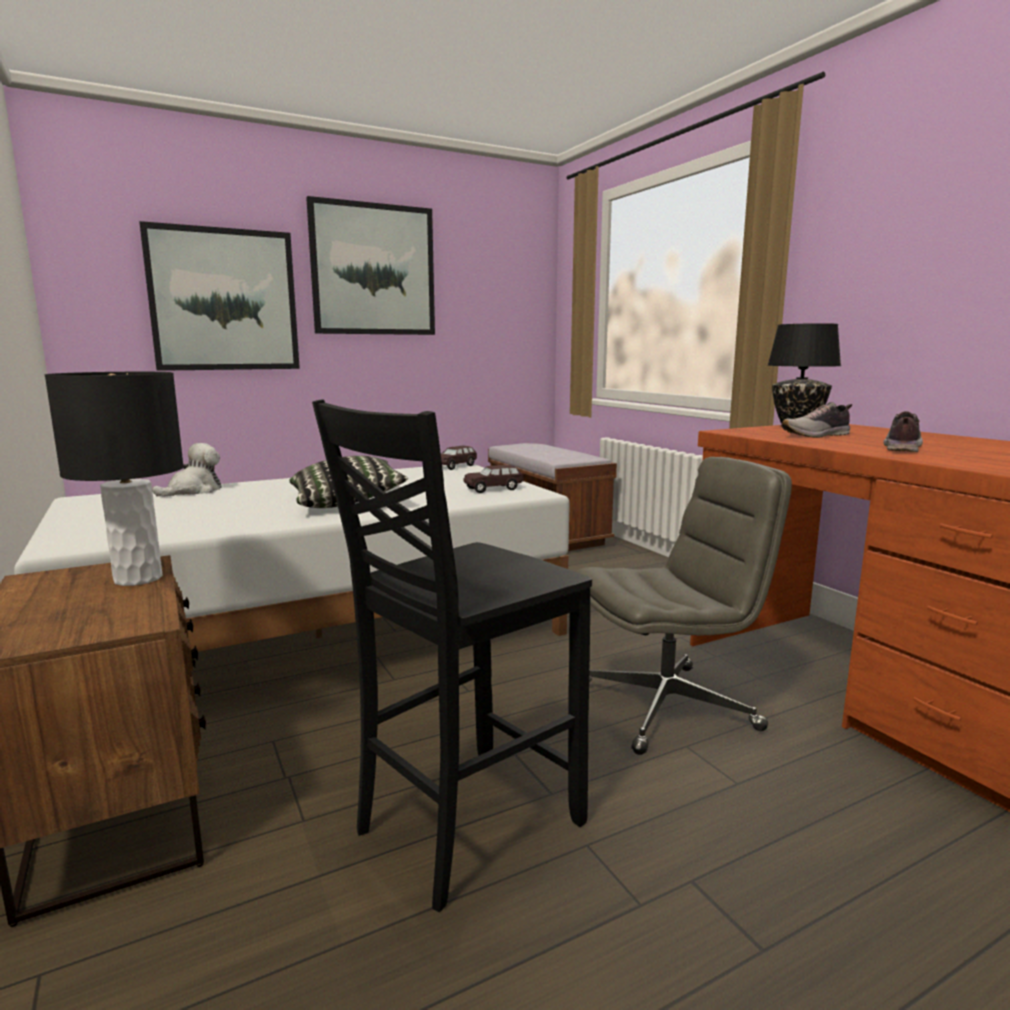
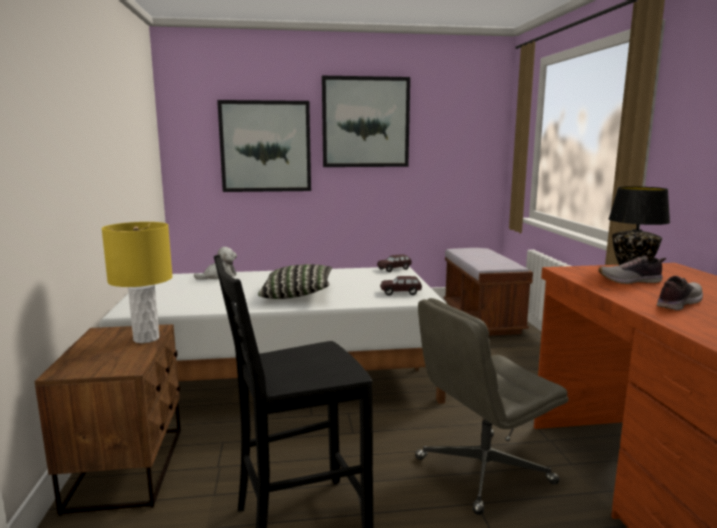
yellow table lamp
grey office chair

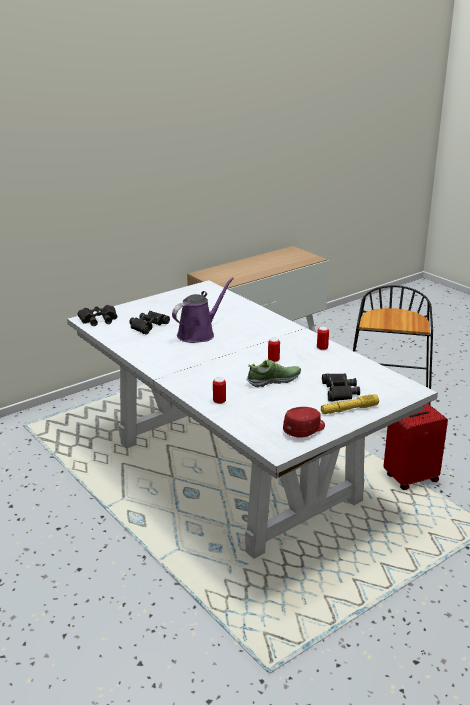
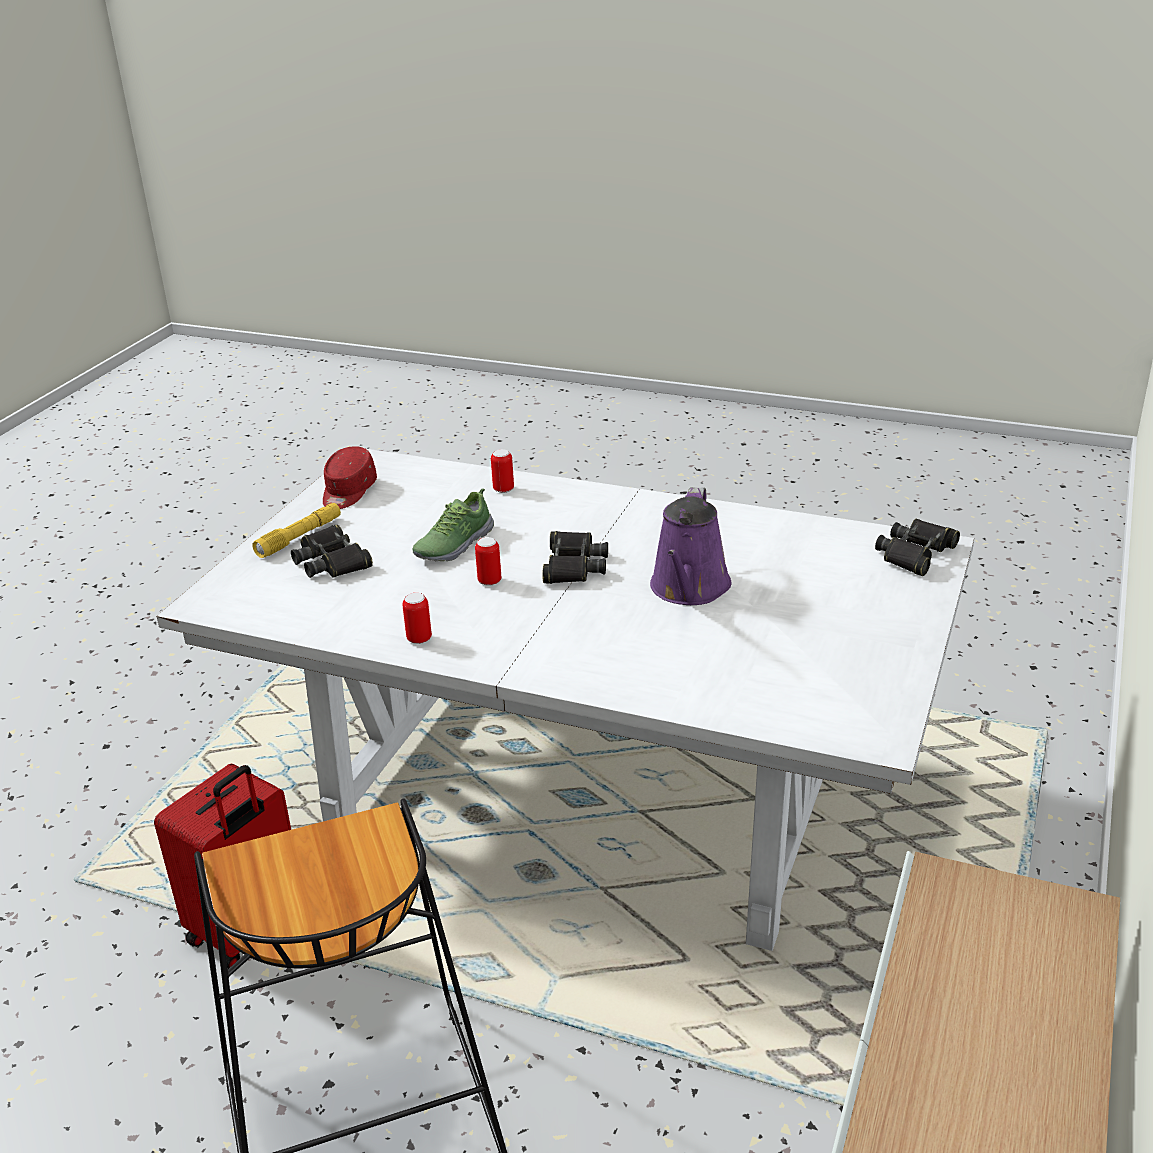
black binoculars (2nd from left)

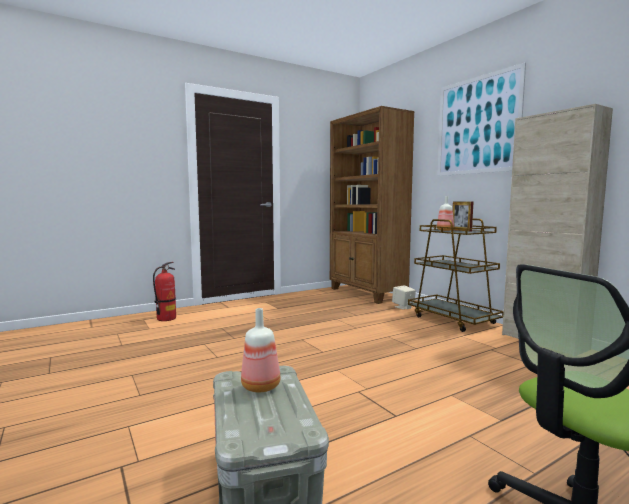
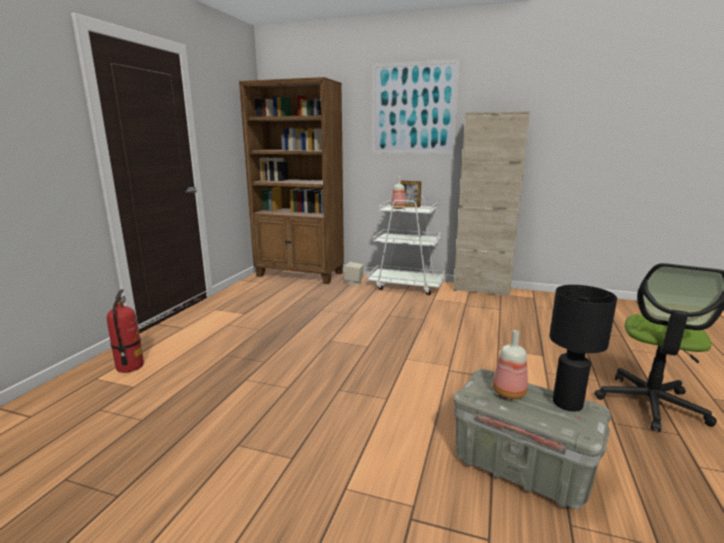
white cart
black table lamp

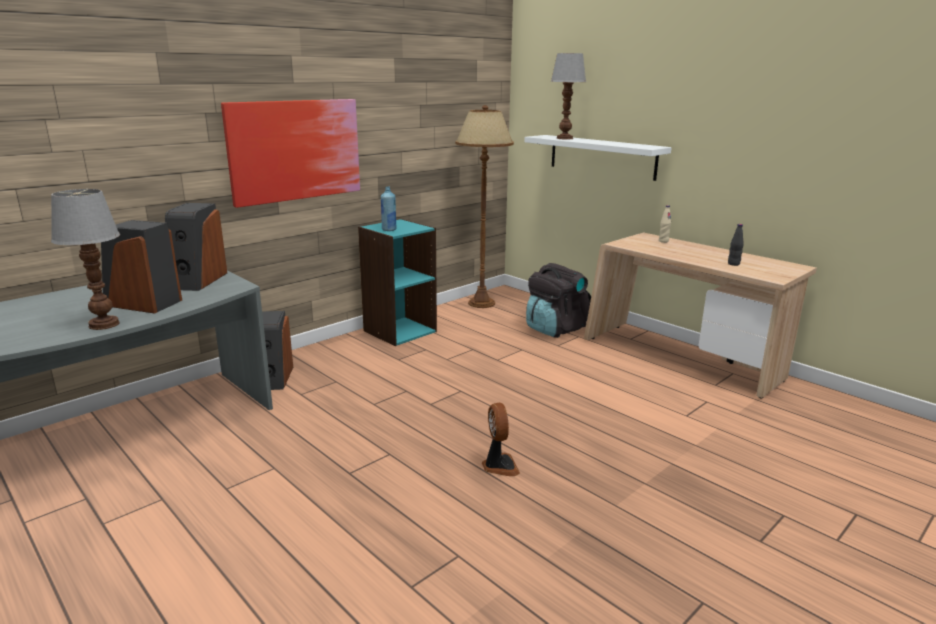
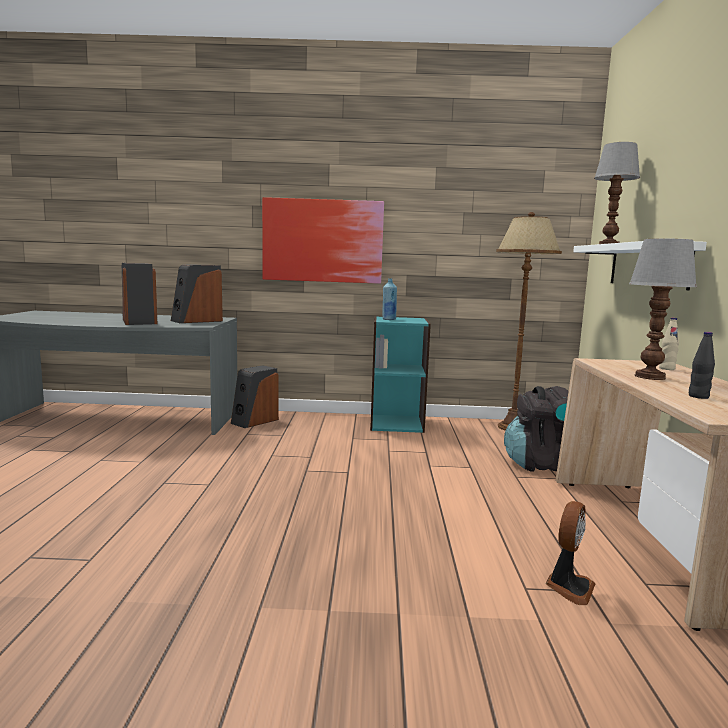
fan
table lamp (2nd from left)

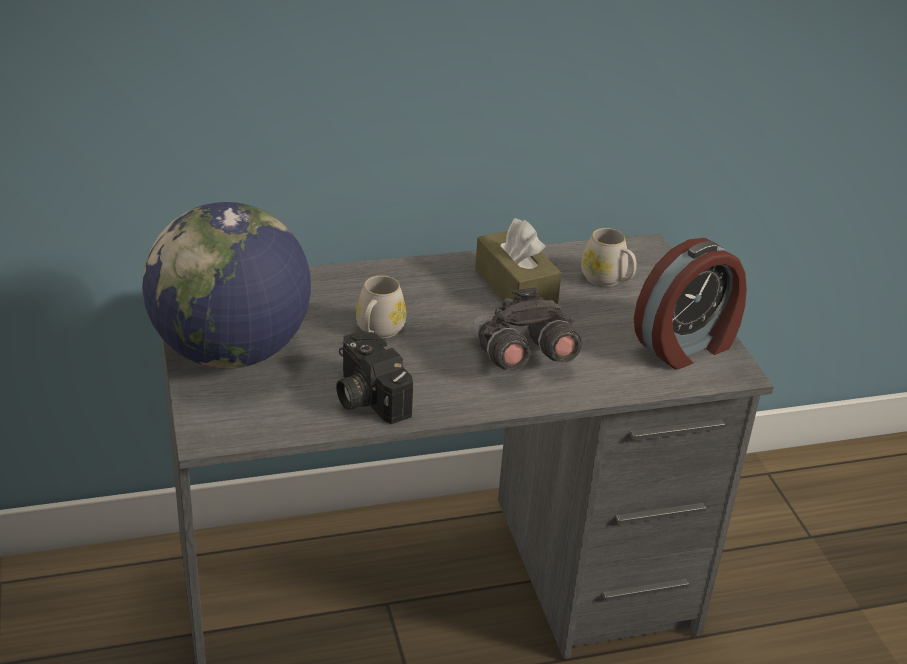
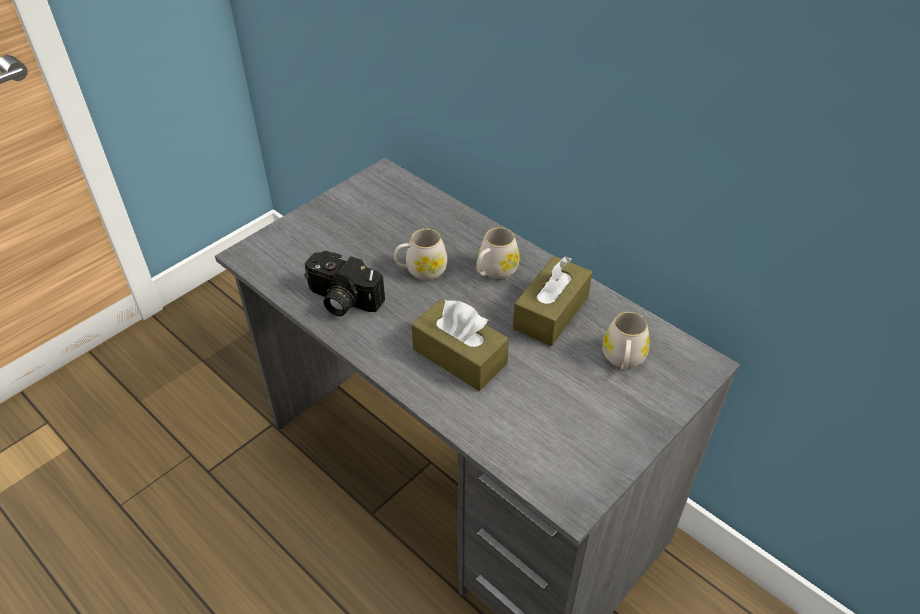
photo camera
brown tissue box (1st from left)
white mug (2nd from left)
globe
alarm clock

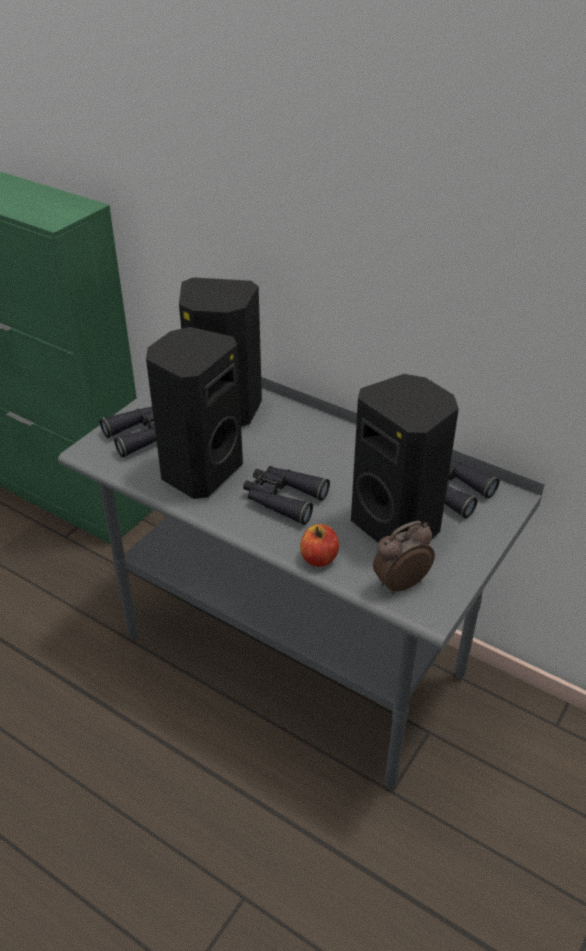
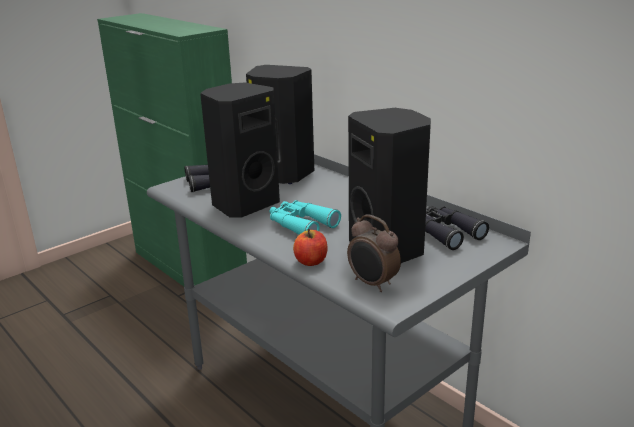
turquoise binoculars
alarm clock

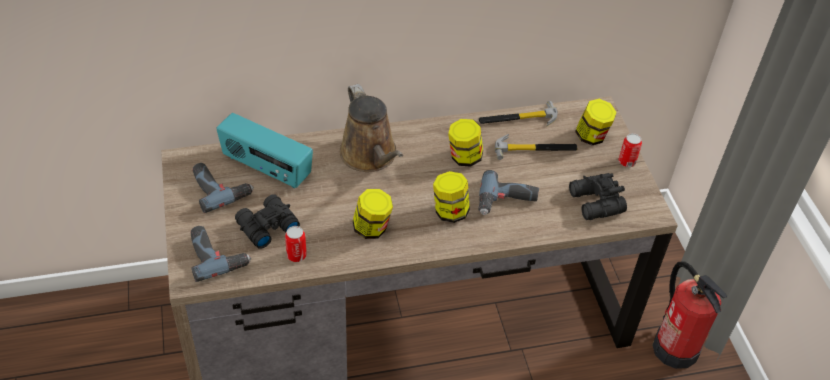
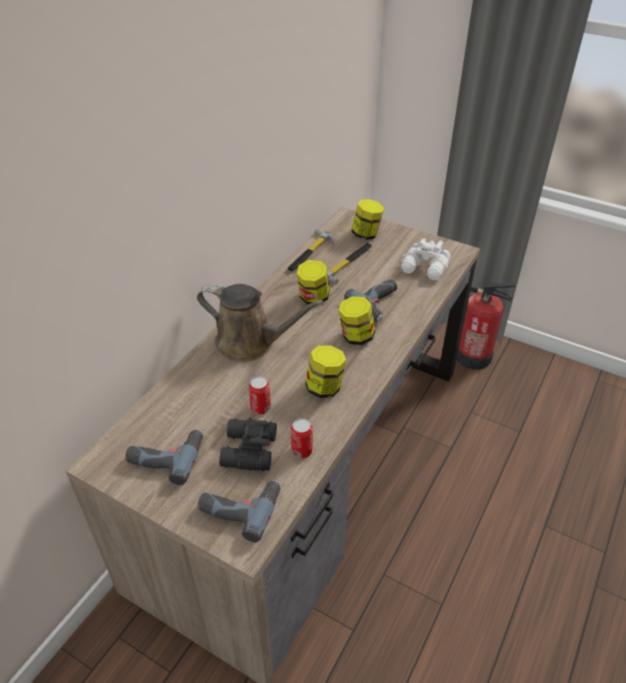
can (1st from left)
white binoculars
radio

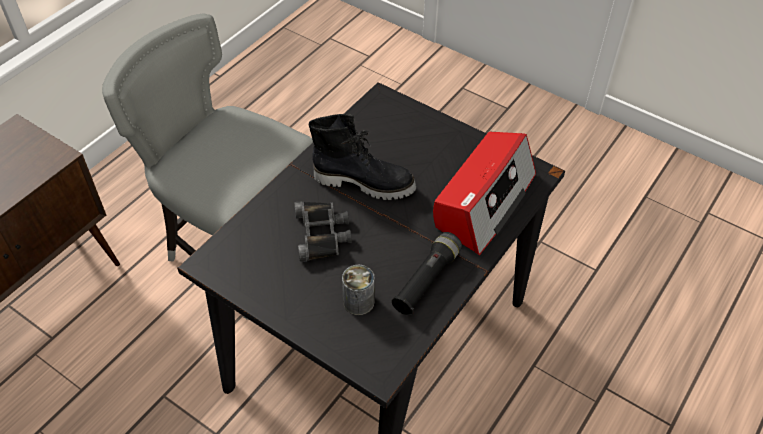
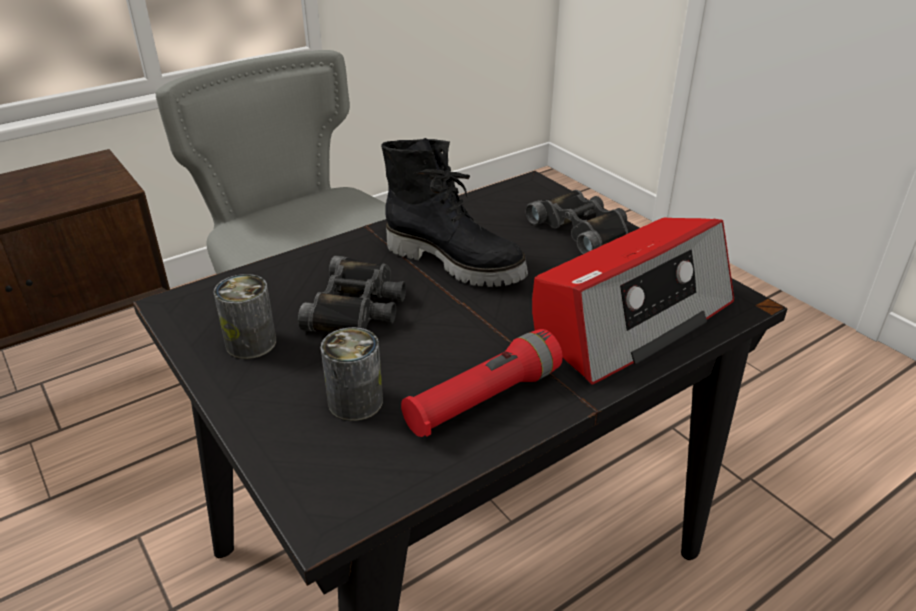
can (1st from left)
red flashlight
black binoculars (2nd from left)

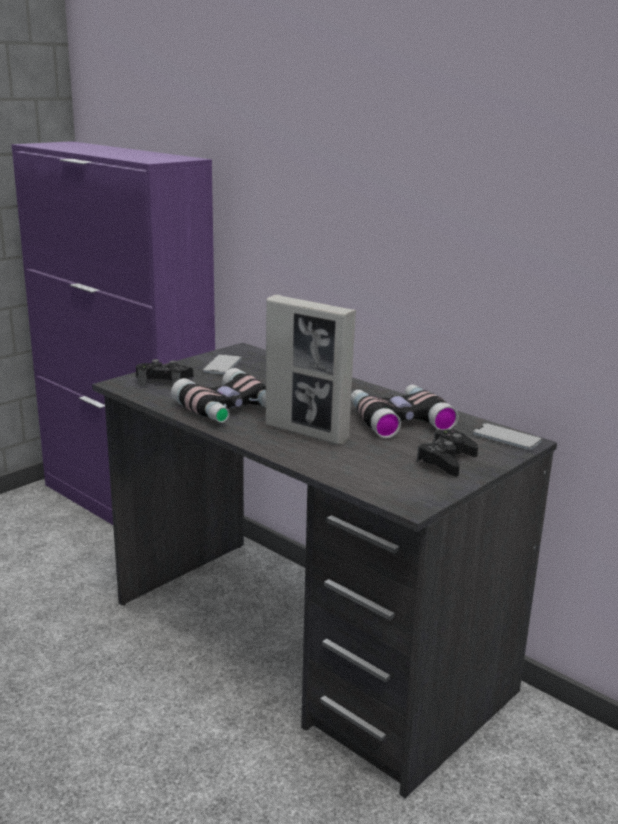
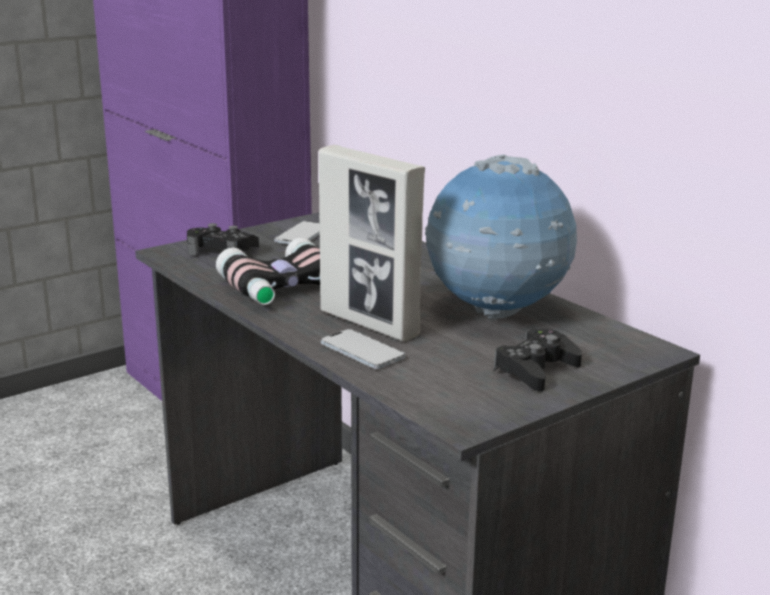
phone (2nd from left)
globe

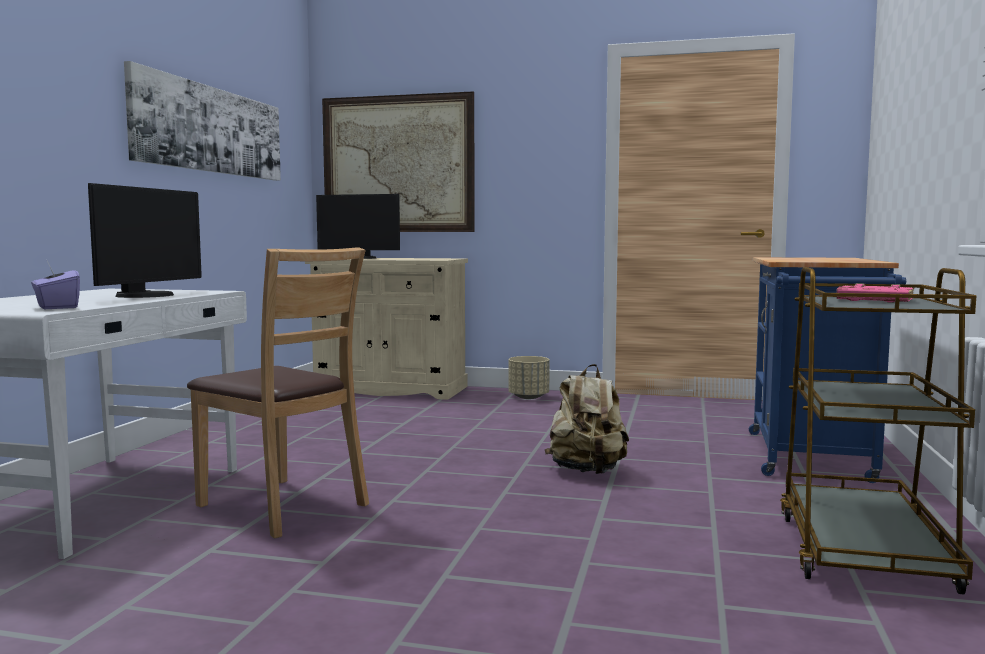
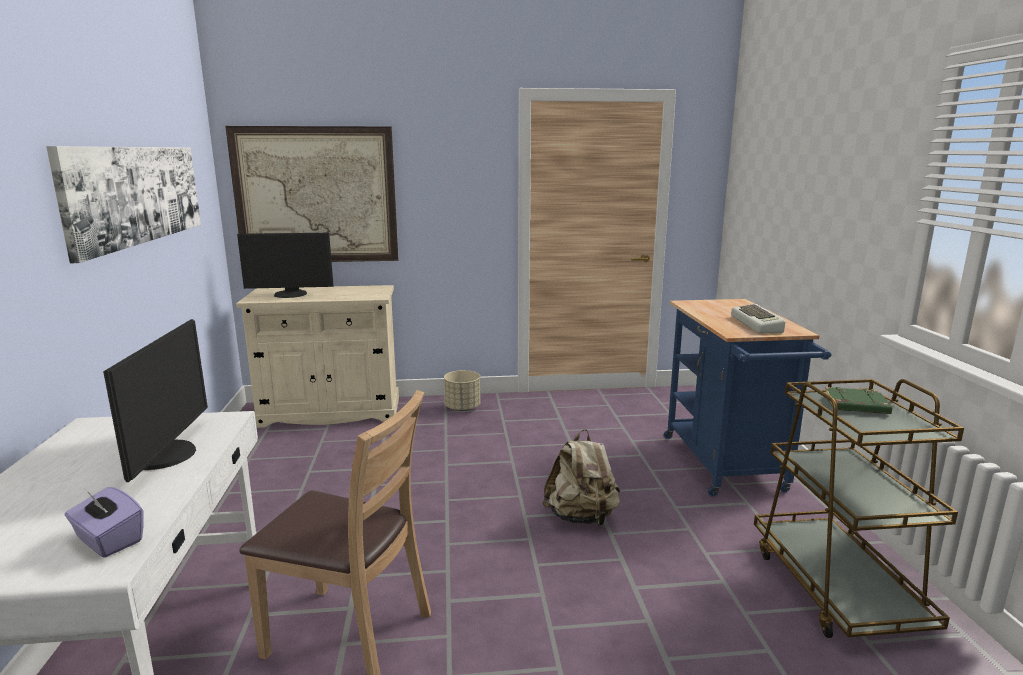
keyboard
green book

